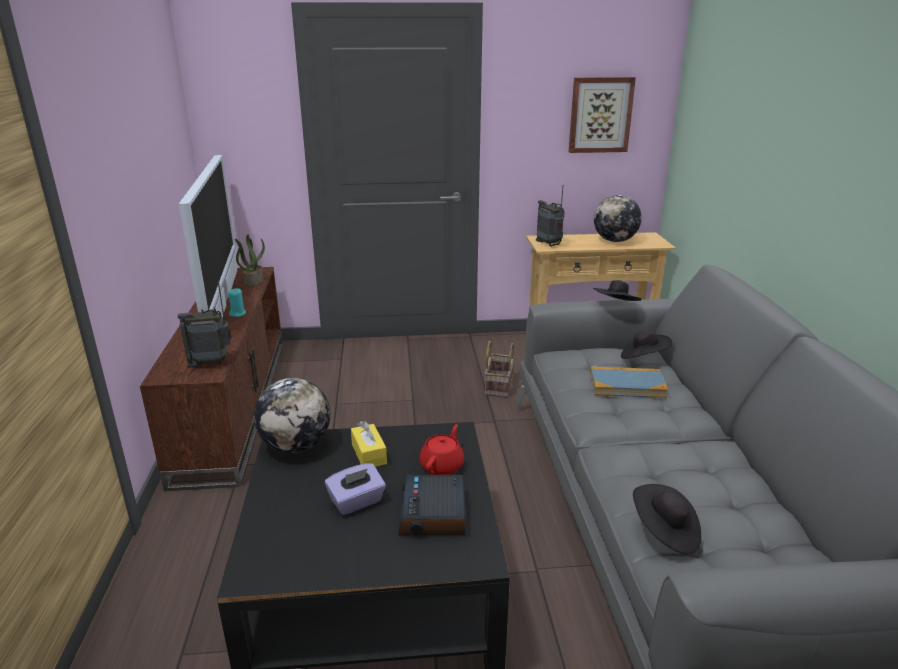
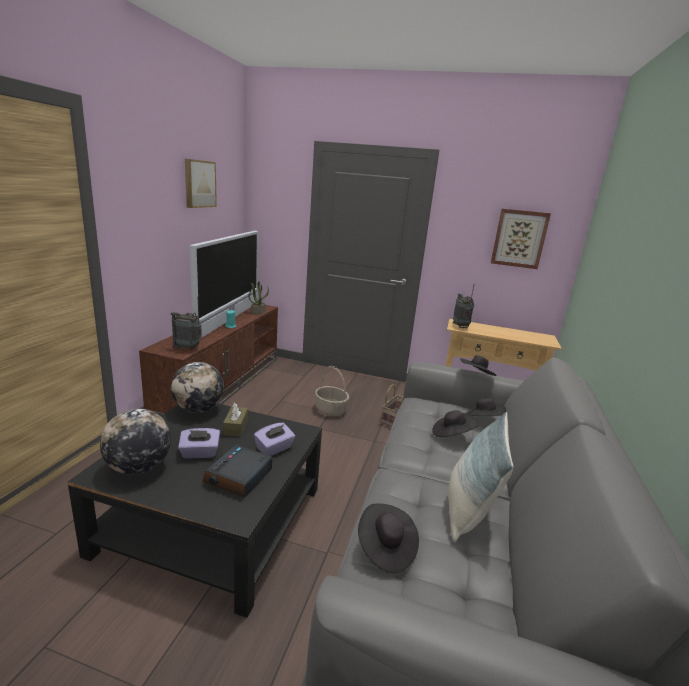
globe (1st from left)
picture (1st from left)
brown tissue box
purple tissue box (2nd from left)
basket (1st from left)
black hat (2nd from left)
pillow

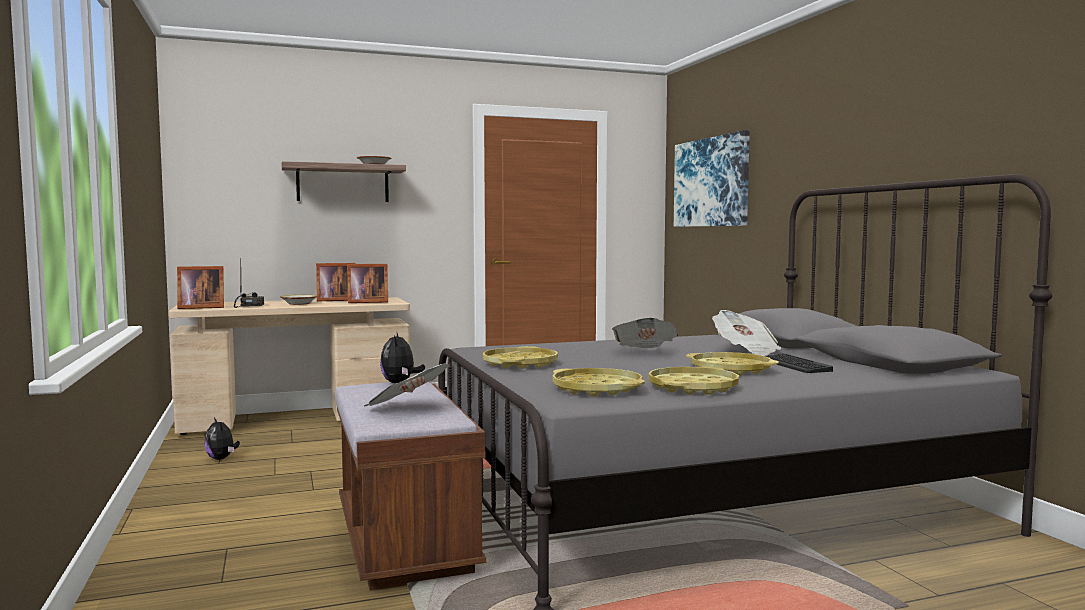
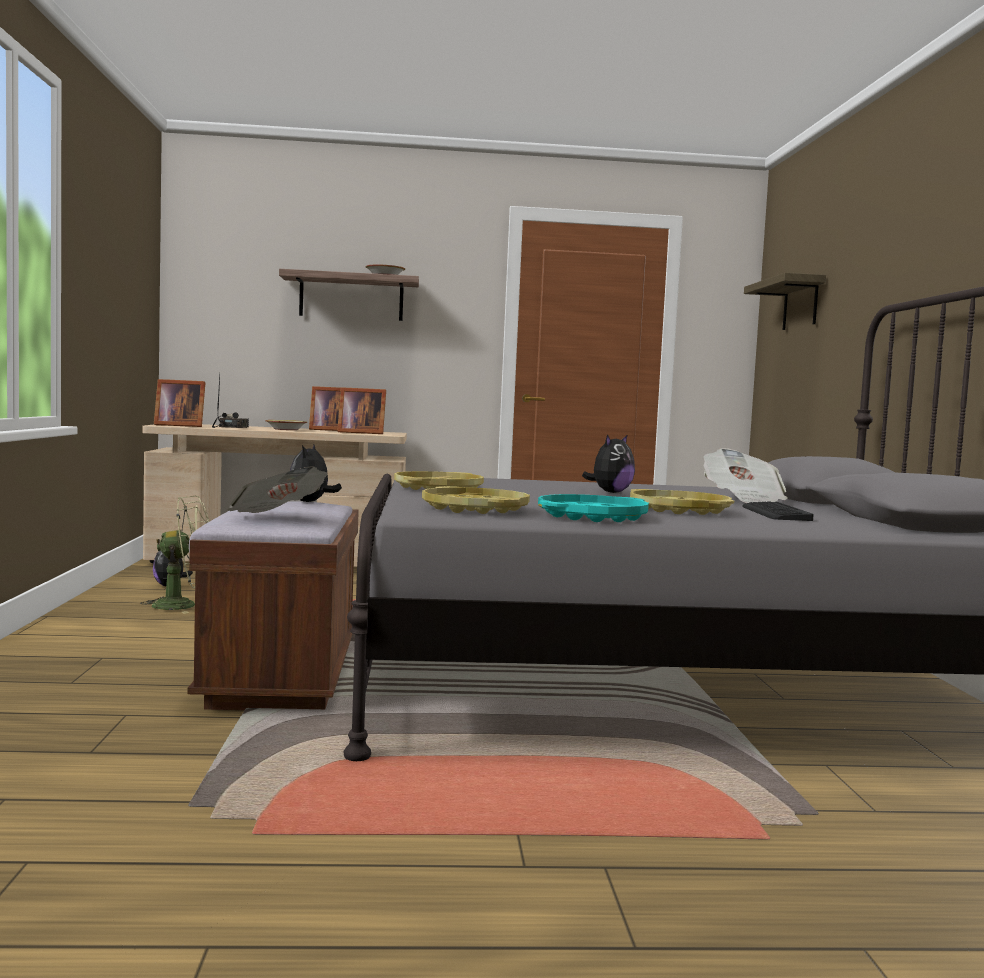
green fan
turquoise tray
plush toy (3rd from left)
shelf (2nd from left)

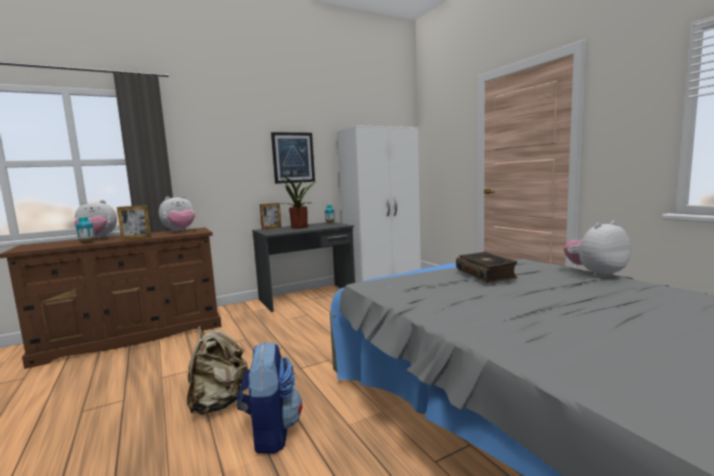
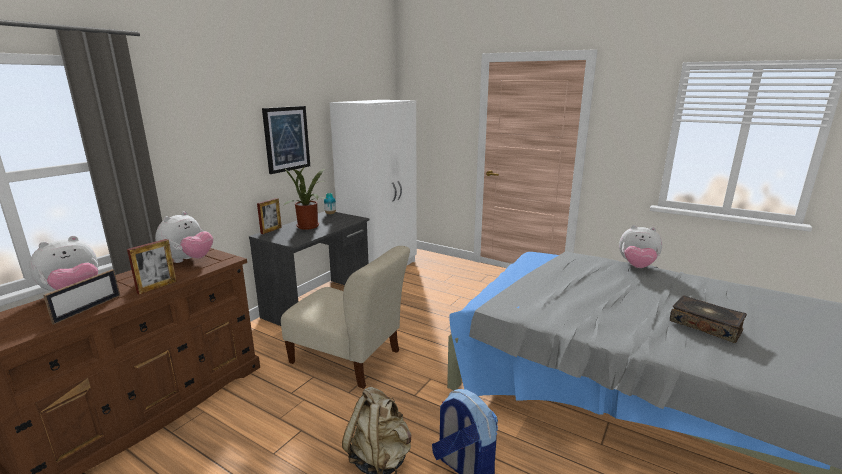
picture frame (1st from left)
beige chair
plush toy (3rd from left)
book

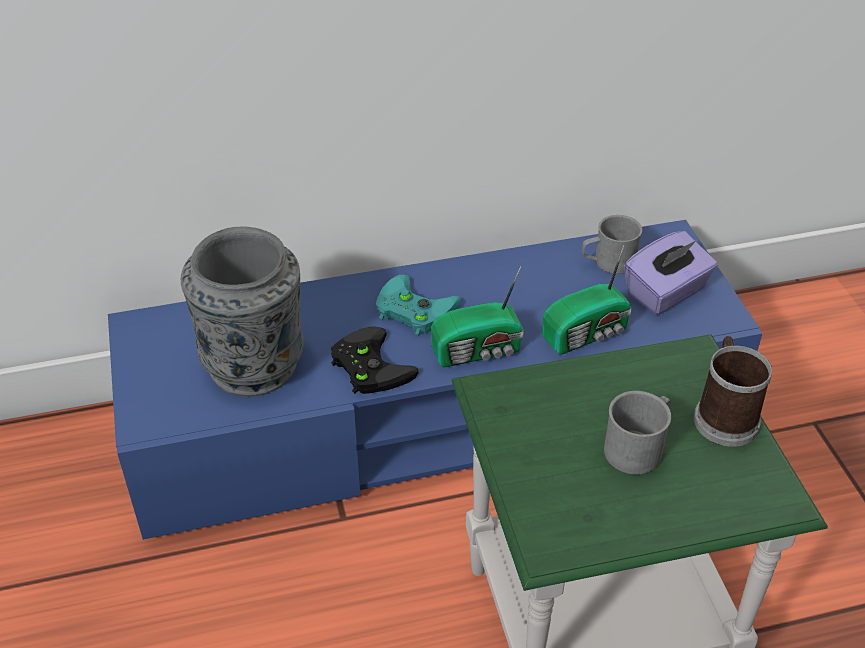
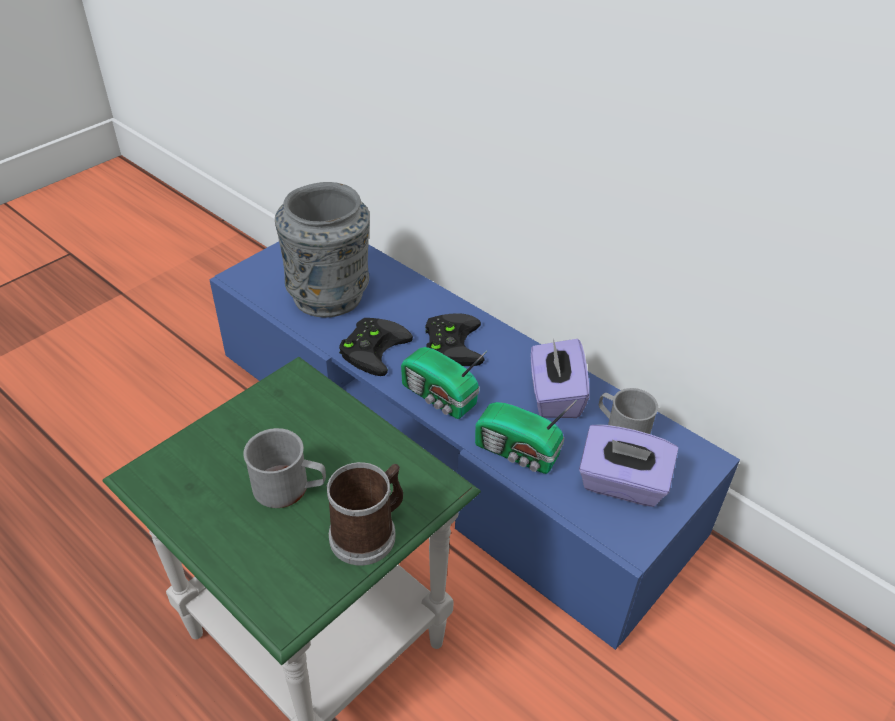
black game controller (2nd from left)
purple tissue box (1st from left)

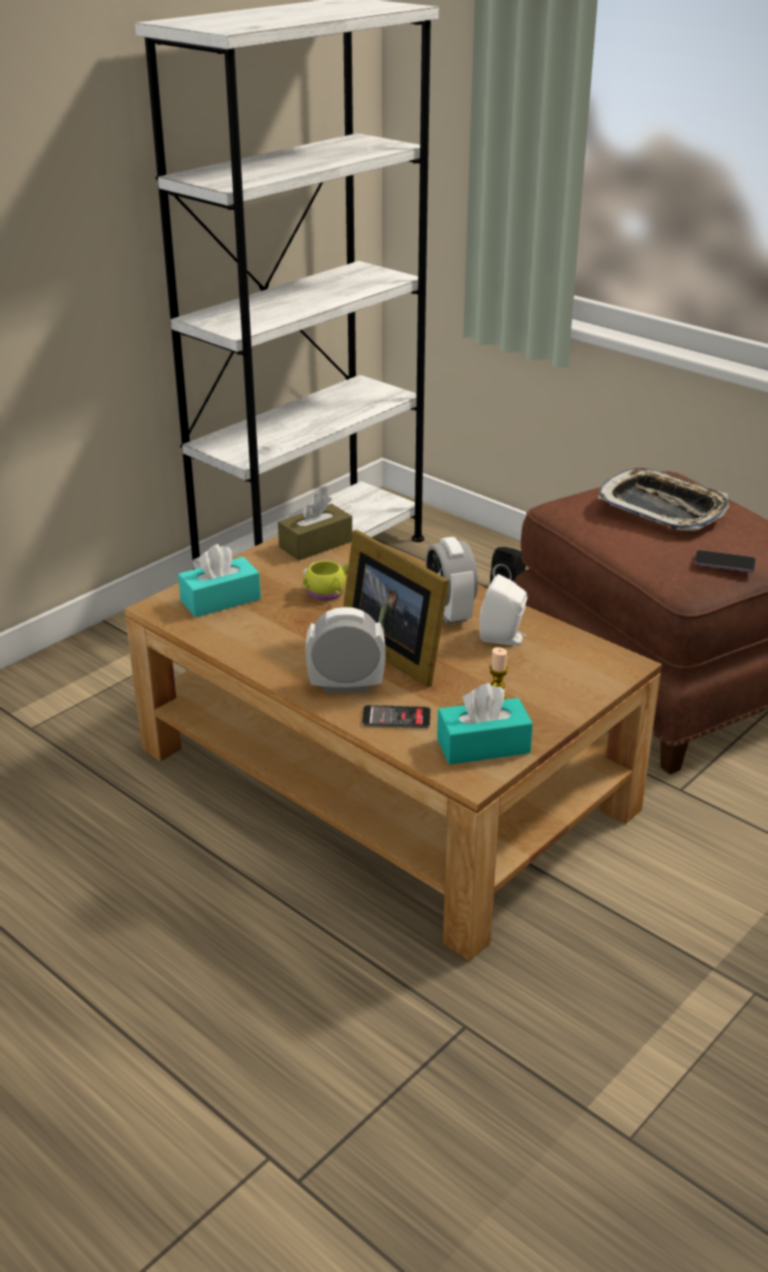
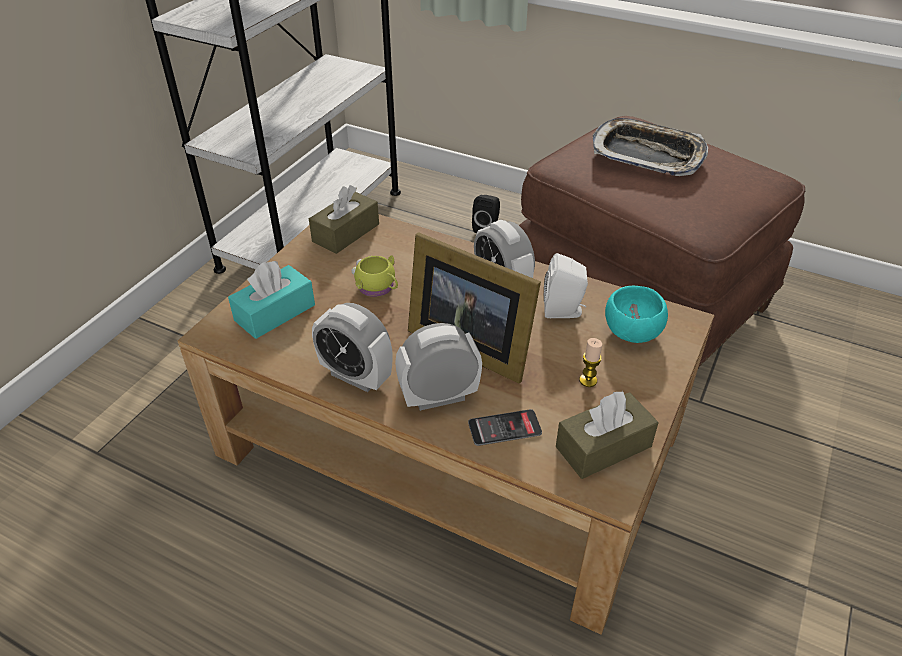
alarm clock (1st from left)
brown tissue box (2nd from left)
turquoise bowl
phone (2nd from left in the first image)

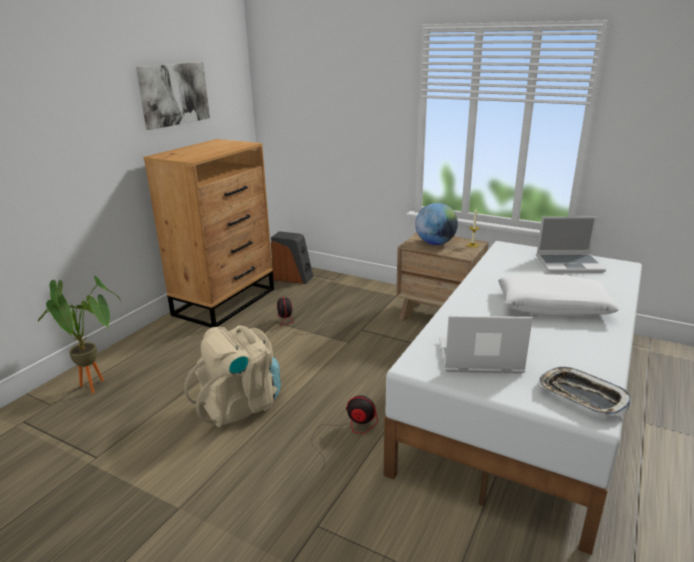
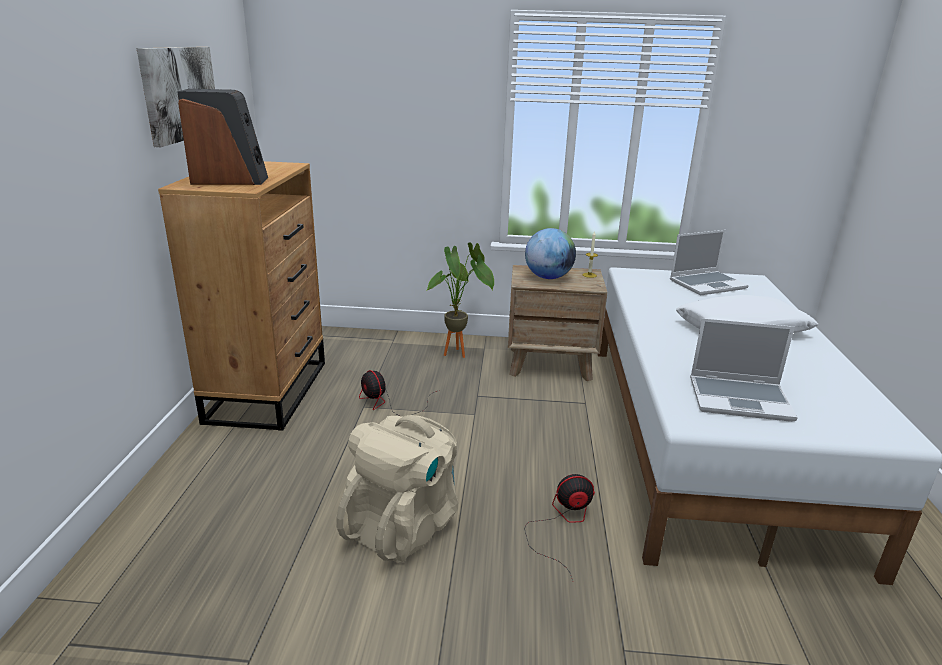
speaker
potted plant
laptop (2nd from left)
tray

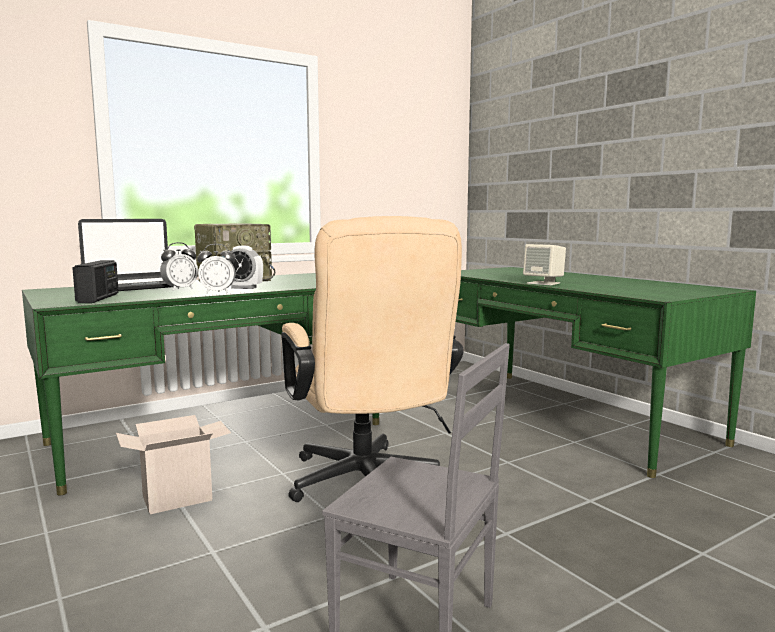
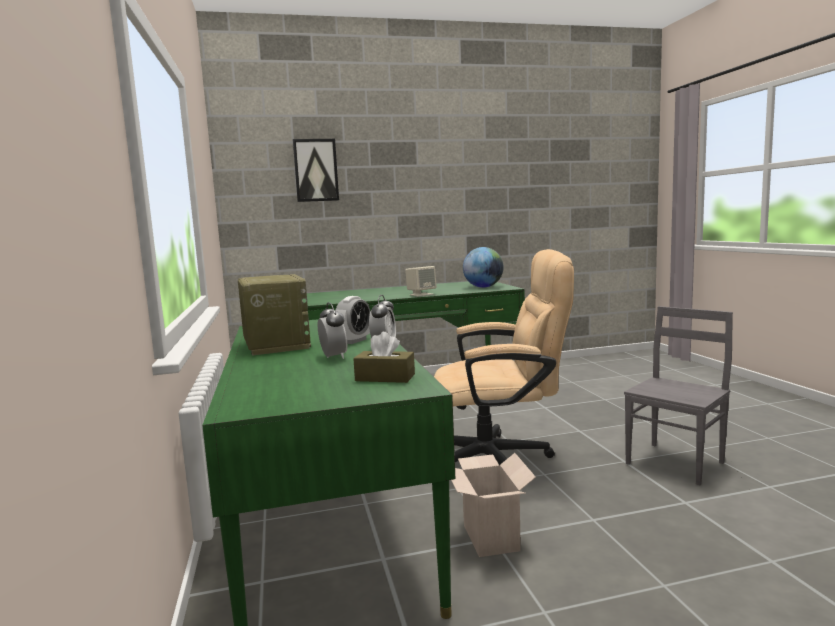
picture
brown tissue box
globe
laptop

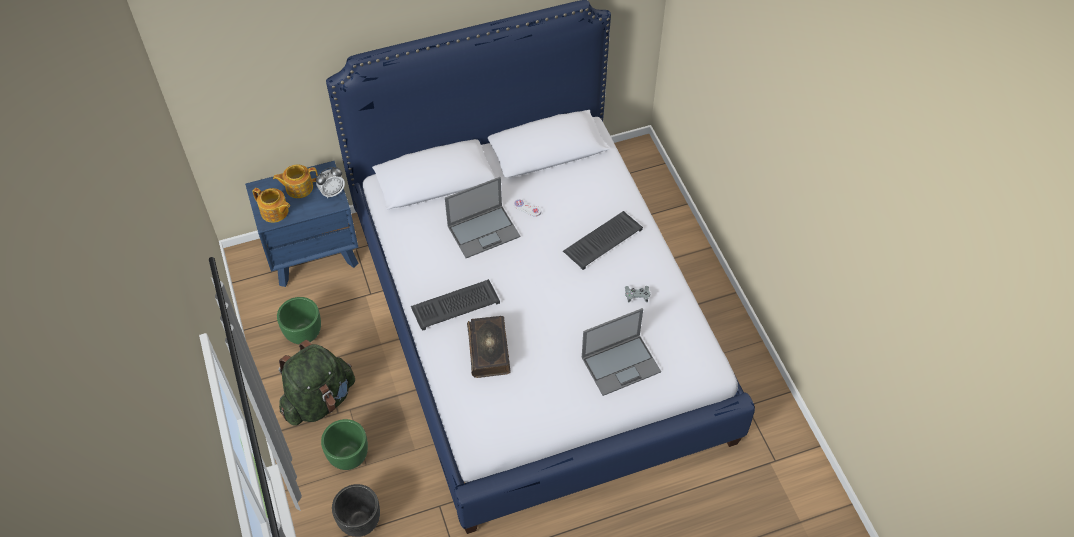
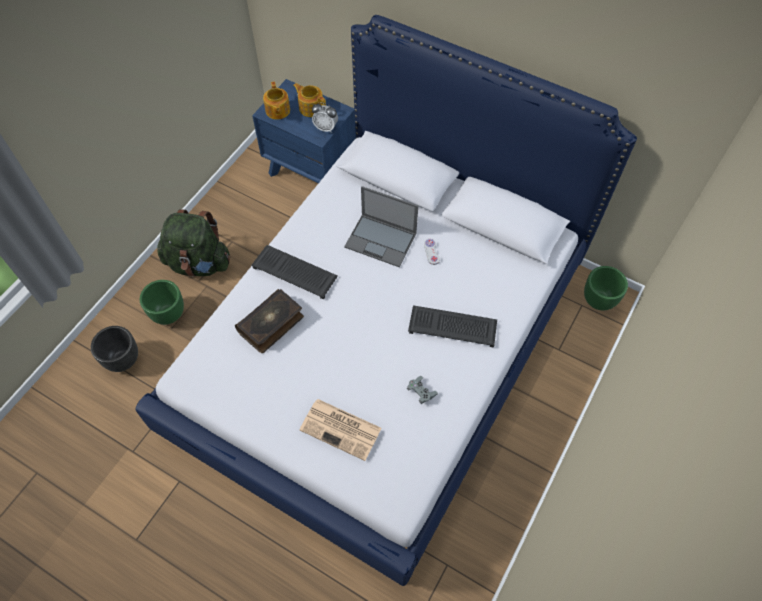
newspaper
green planter (2nd from left)

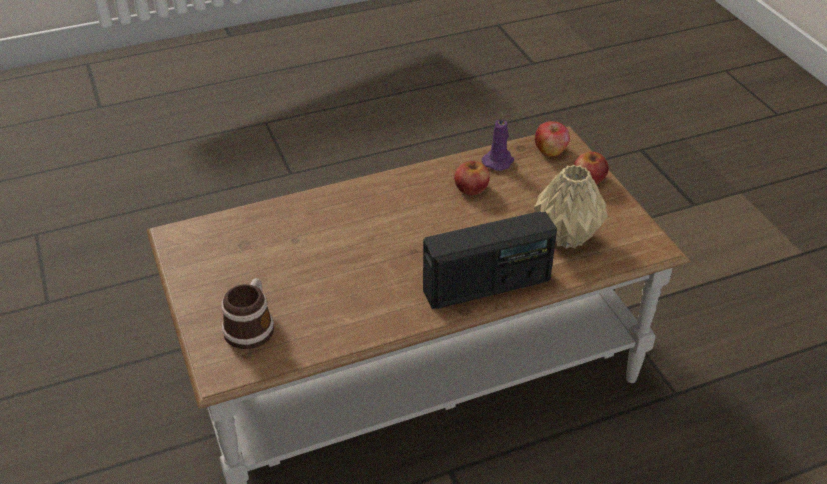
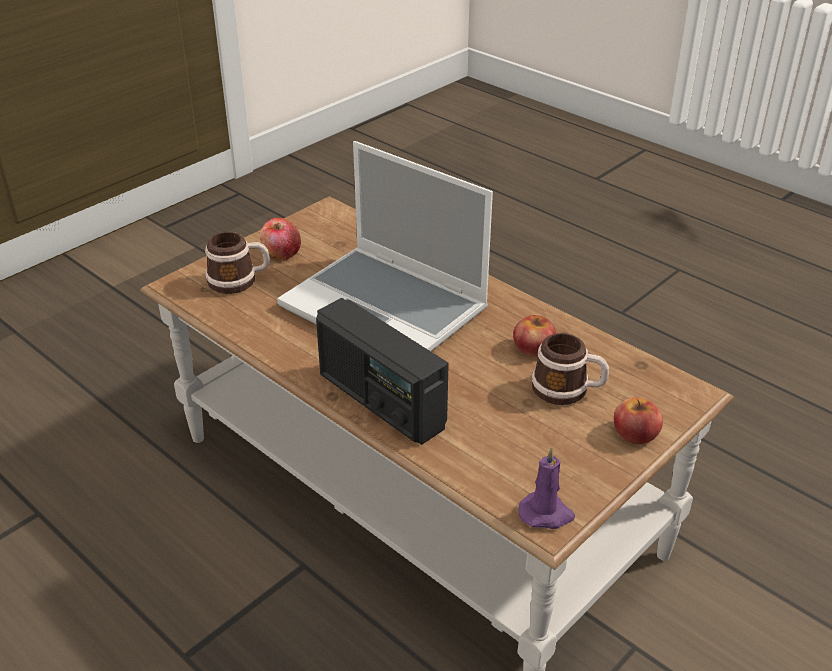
apple (1st from left)
laptop
purple candle
mug (2nd from left)
beige vase

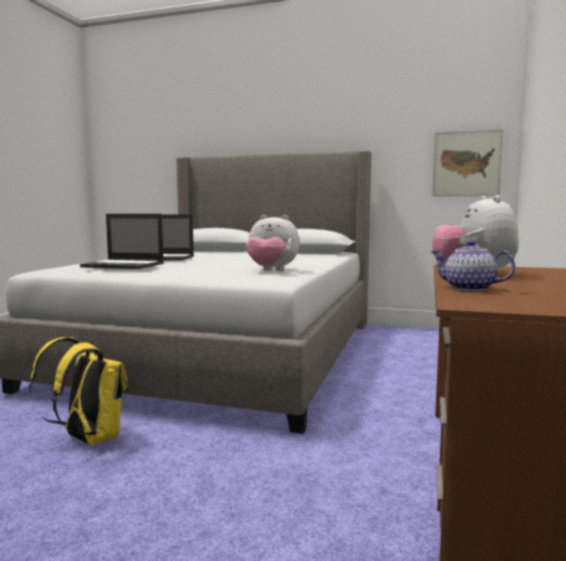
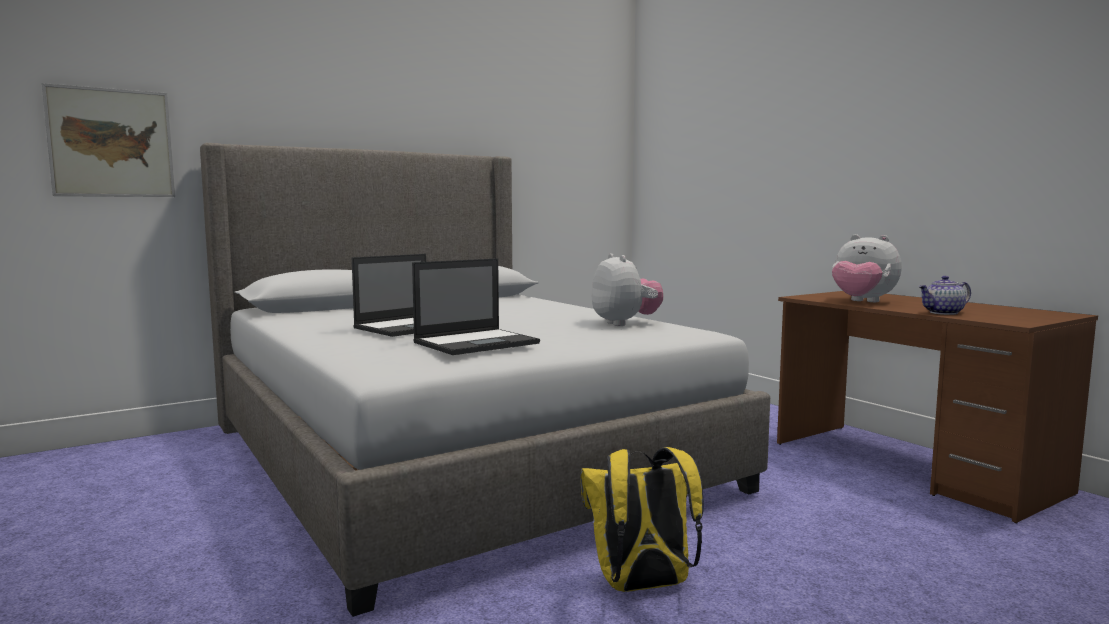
picture
plush toy (1st from left)

